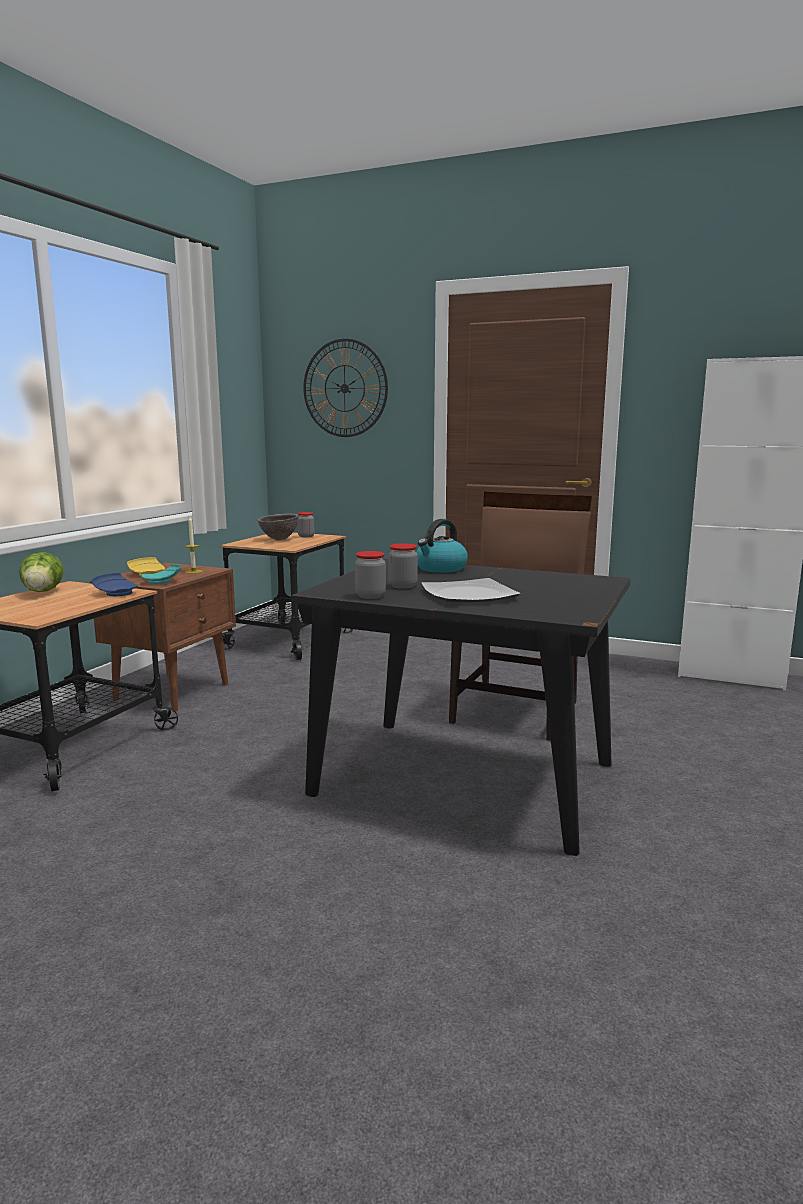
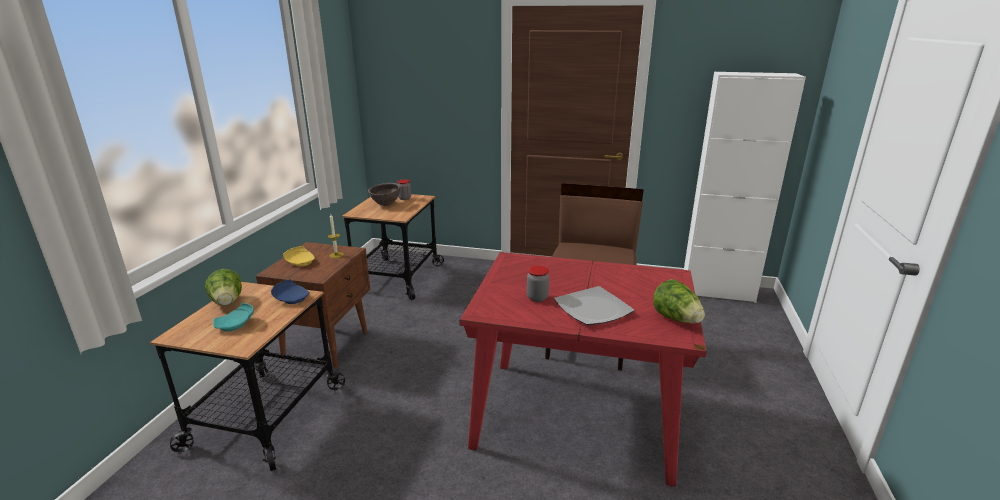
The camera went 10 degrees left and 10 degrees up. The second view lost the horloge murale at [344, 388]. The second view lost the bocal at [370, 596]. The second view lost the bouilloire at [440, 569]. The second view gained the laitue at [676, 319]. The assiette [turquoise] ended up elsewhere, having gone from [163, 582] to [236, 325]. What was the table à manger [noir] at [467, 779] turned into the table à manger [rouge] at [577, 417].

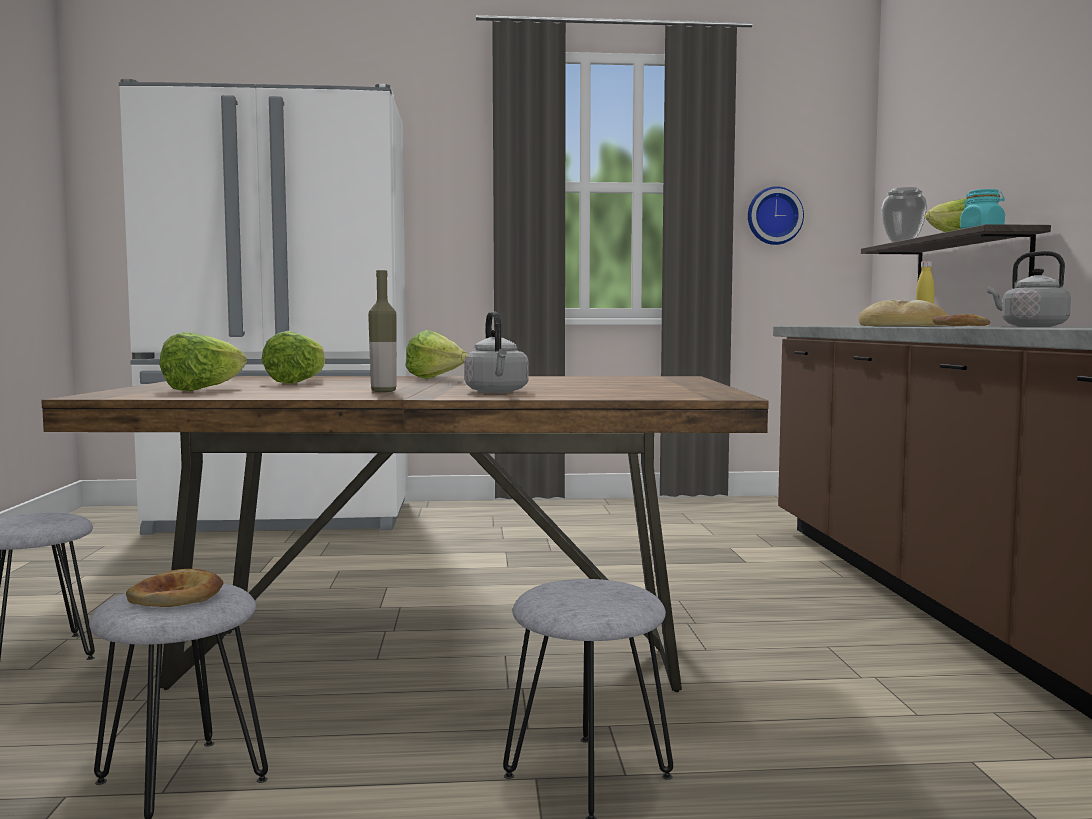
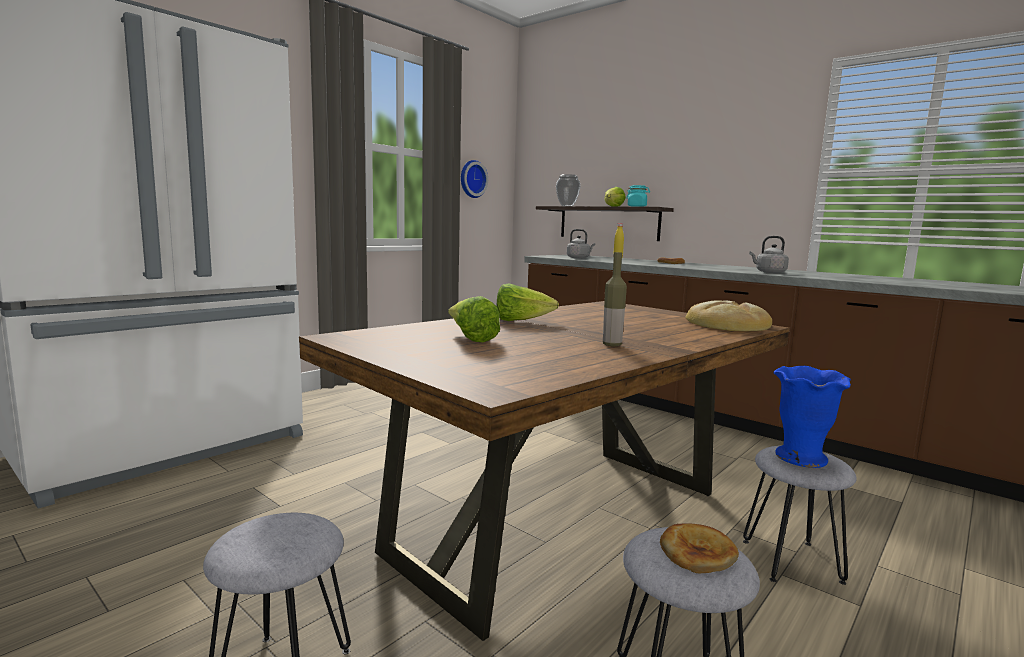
The camera went 45 degrees left and 5 degrees up. The second view lost the laitue at [204, 389]. The second view gained the vase [bleu] at [801, 458]. The bouilloire [gris] ended up elsewhere, having gone from [497, 392] to [579, 258]. The pain ended up elsewhere, having gone from [901, 325] to [727, 325].

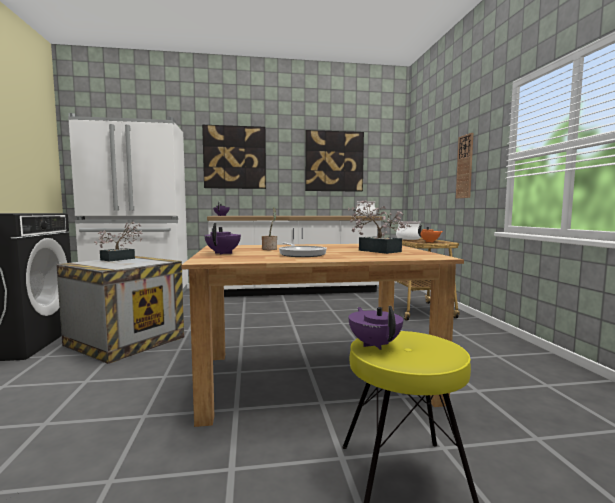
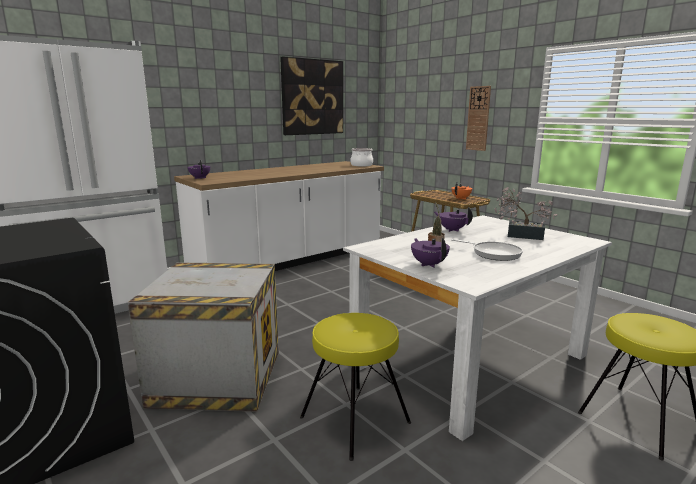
The camera went 30 degrees left and 10 degrees up. The second view lost the plante en pot at [121, 259]. The second view lost the tableau at [234, 157]. The second view lost the marmite at [408, 239]. The second view gained the tabouret [jaune] at [354, 420]. The théière [violet] ended up elsewhere, having gone from [375, 344] to [452, 230]. What was the table à manger [marron] at [314, 376] turned into the table à manger [blanc] at [470, 359].

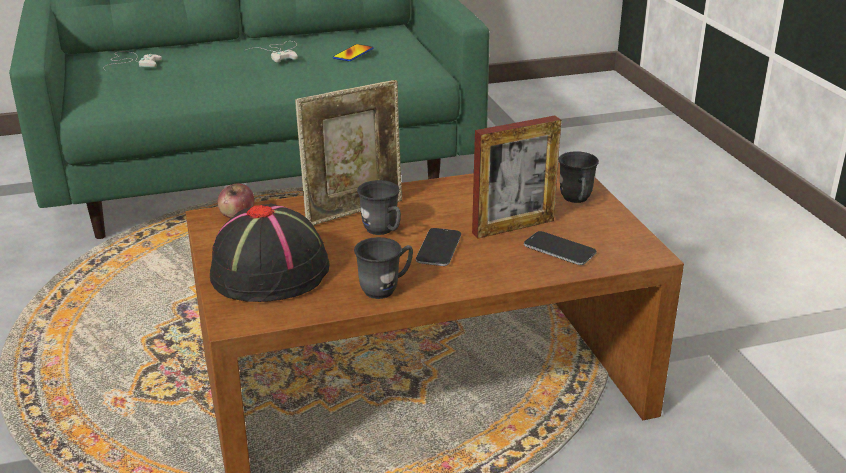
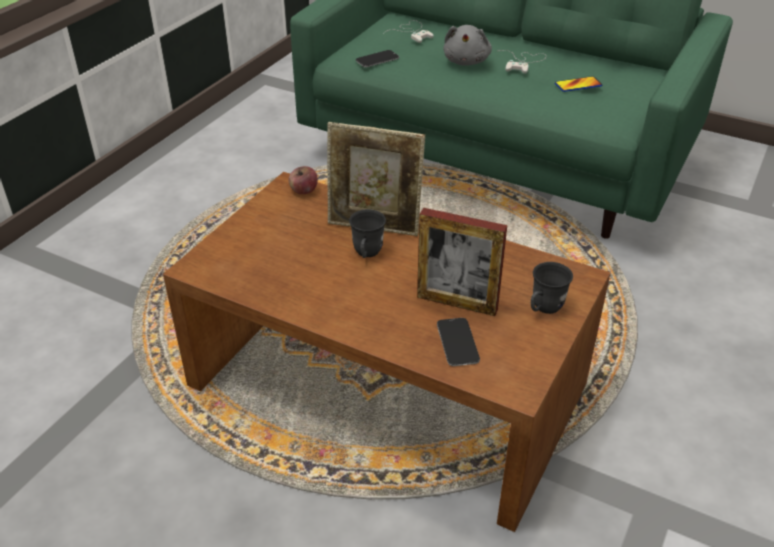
The camera went 45 degrees right and 10 degrees up. The second view lost the chapeau [noir] at [270, 271]. The second view lost the mug [gris] at [386, 288]. The second view gained the peluche [gris] at [466, 61]. The téléphone ended up elsewhere, having gone from [438, 248] to [377, 60].

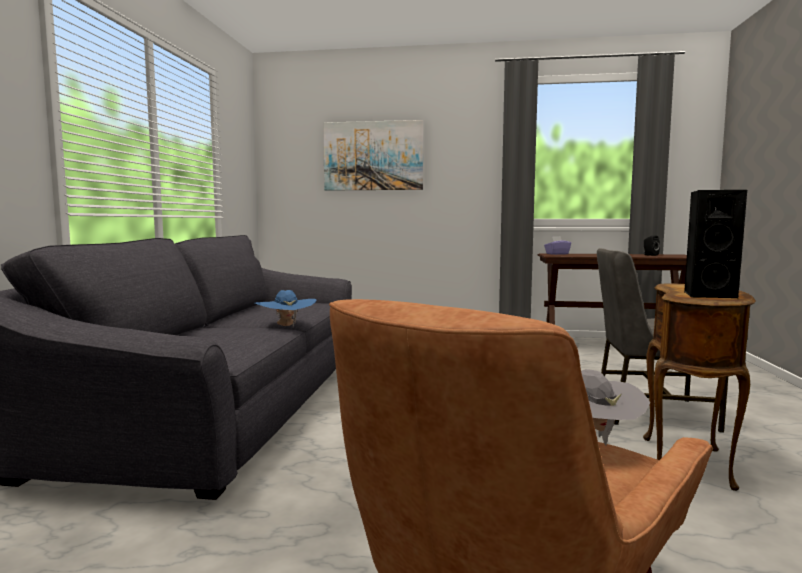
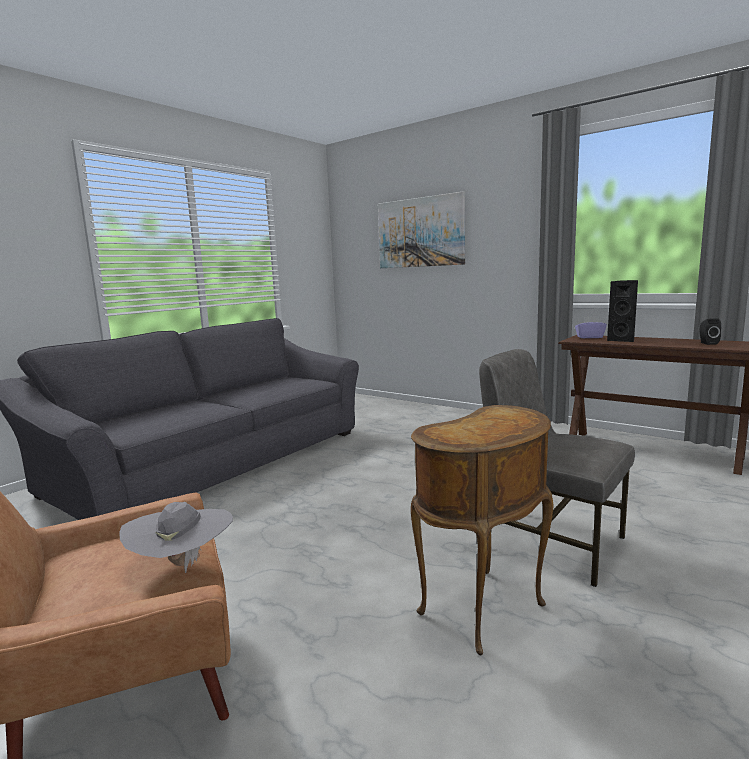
The camera went 30 degrees right and 5 degrees up. The second view lost the chapeau [bleu] at [286, 326]. The enceinte [noir] ended up elsewhere, having gone from [707, 295] to [623, 340].

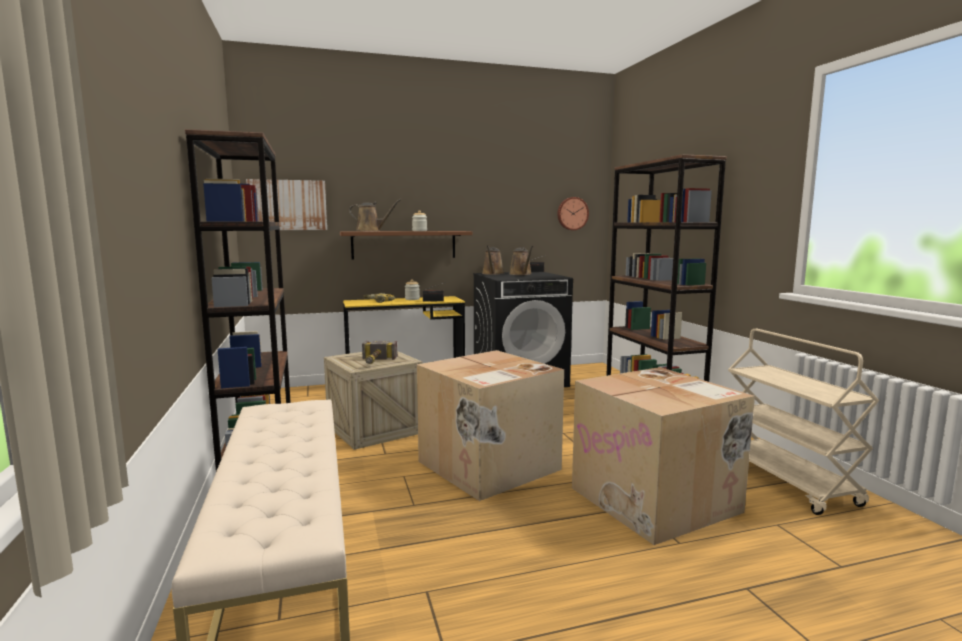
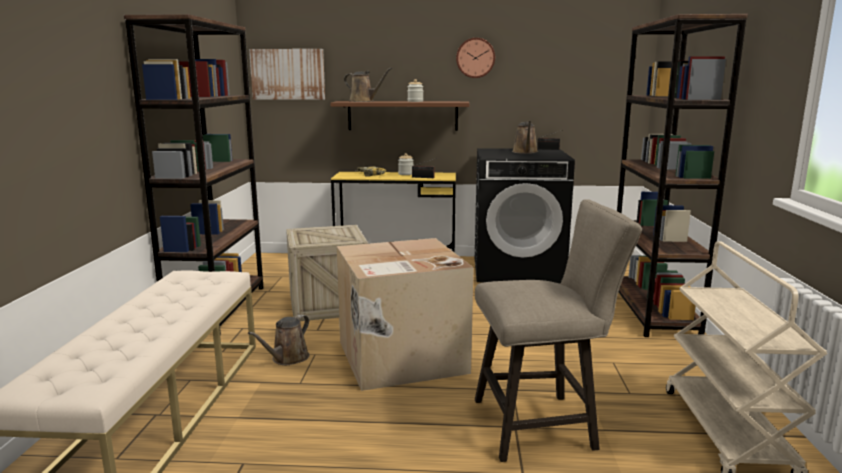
The camera went 20 degrees right and 5 degrees up. The second view lost the marteau at [375, 362]. The arrosoir [marron] ended up elsewhere, having gone from [492, 274] to [287, 359]. The horloge murale ended up elsewhere, having gone from [572, 213] to [475, 58]. Where the carton stood at [657, 500], the tabouret [beige] came to stand at [543, 424].

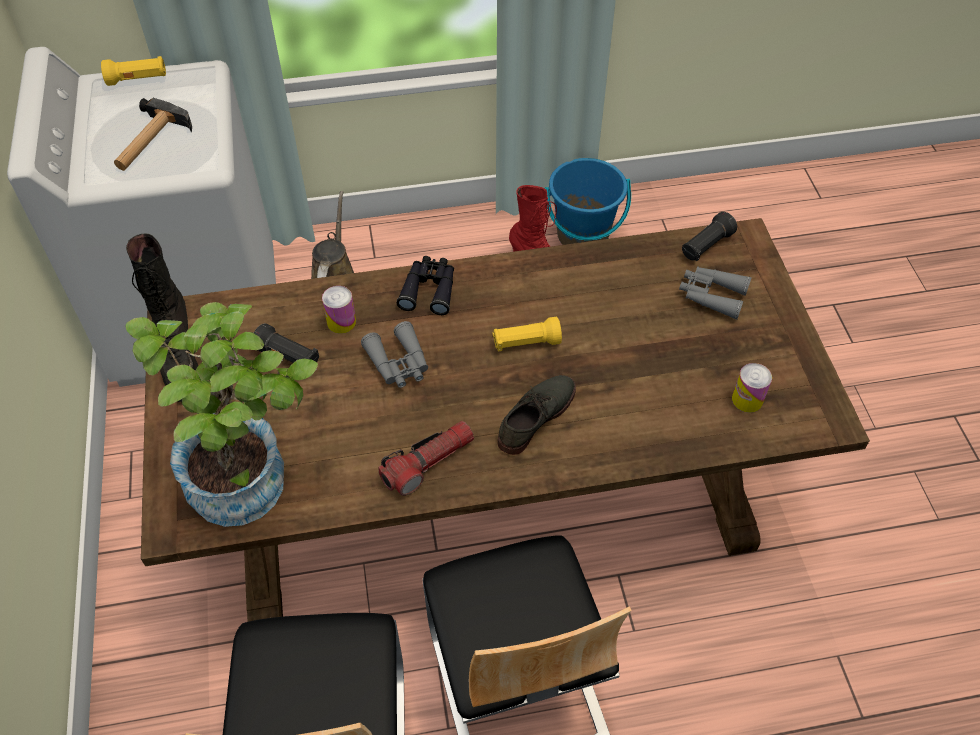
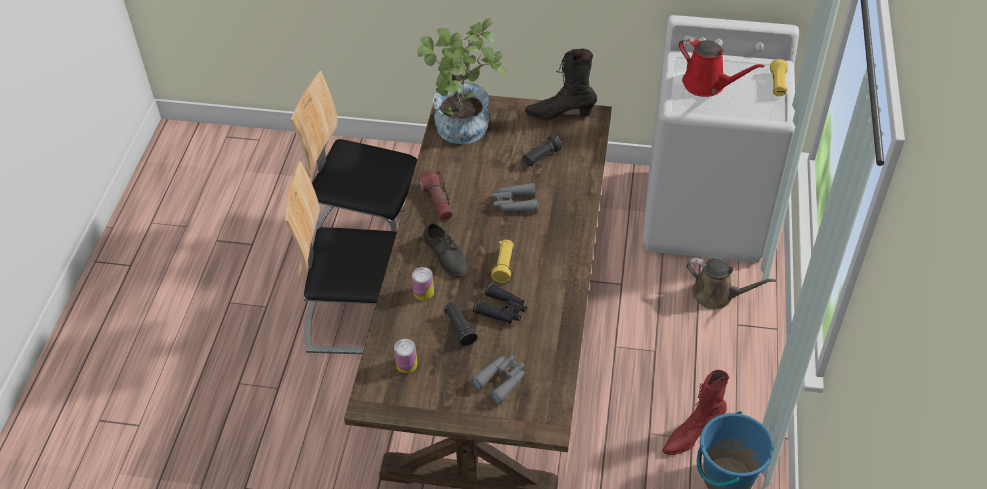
The camera went 110 degrees right and 5 degrees down. The boîte métallique ended up elsewhere, having gone from [341, 322] to [423, 292]. The jumelles [noir] ended up elsewhere, having gone from [429, 289] to [502, 310]. The lampe de poche [noir] ended up elsewhere, having gone from [705, 246] to [460, 329]. Where the marteau stood at [149, 142], the arrosoir [rouge] came to stand at [707, 85].

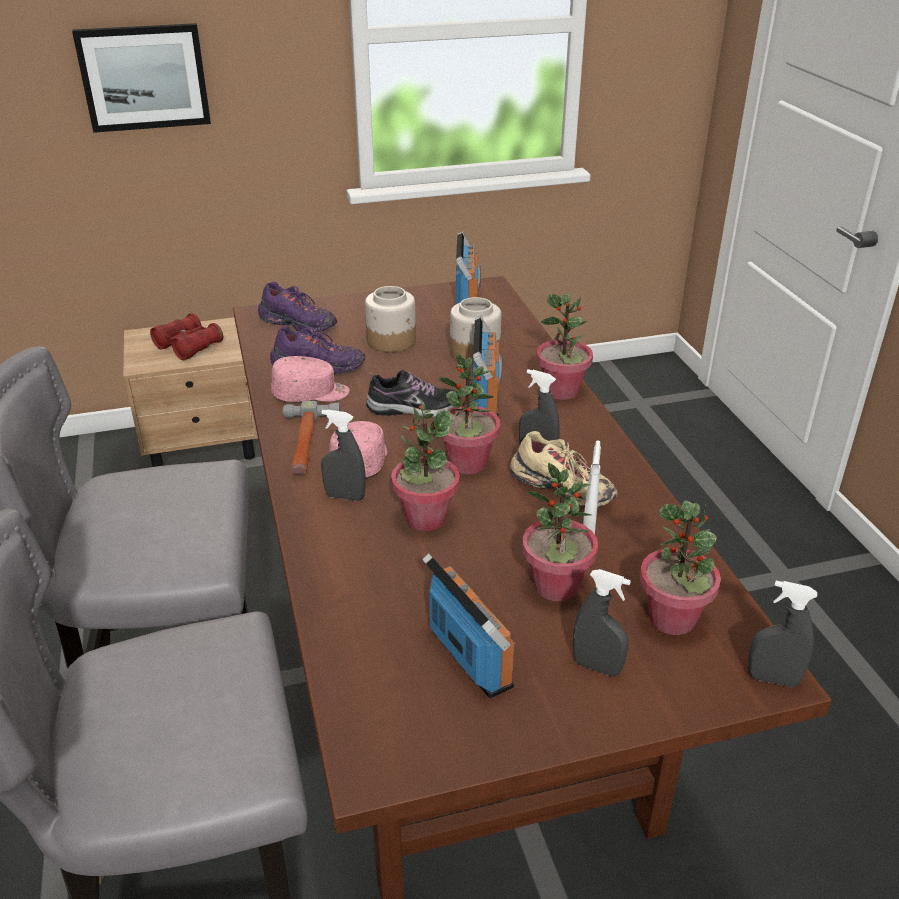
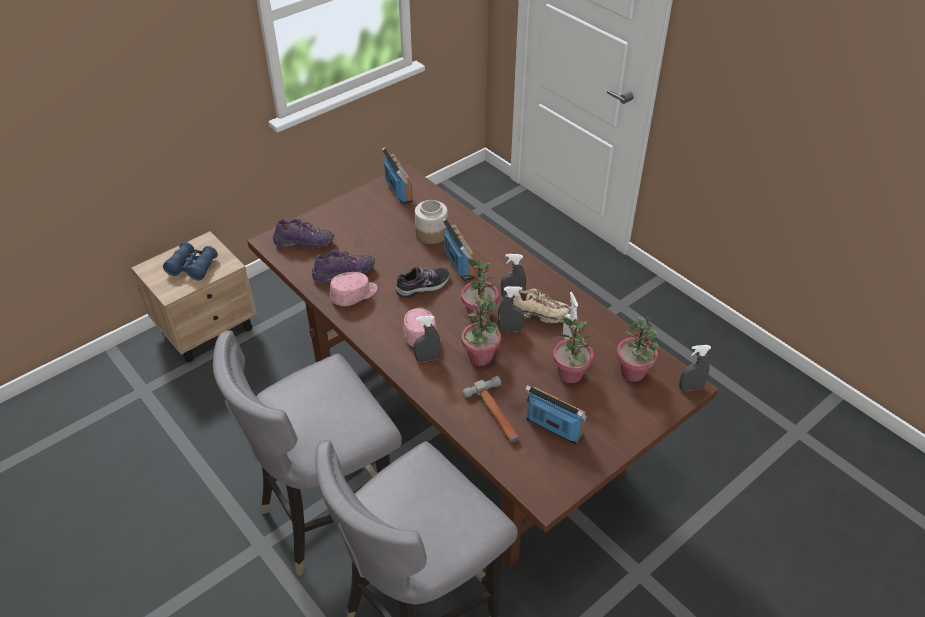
The camera went 25 degrees left and 10 degrees up. The second view lost the tableau at [144, 77]. The second view lost the bocal at [392, 341]. The second view lost the plante en pot at [562, 391]. The marteau ended up elsewhere, having gone from [307, 444] to [496, 414]. The vaporisateur [gris] ended up elsewhere, having gone from [597, 666] to [510, 329]. What was the jumelles [rouge] at [188, 346] turned into the jumelles [bleu] at [192, 267].

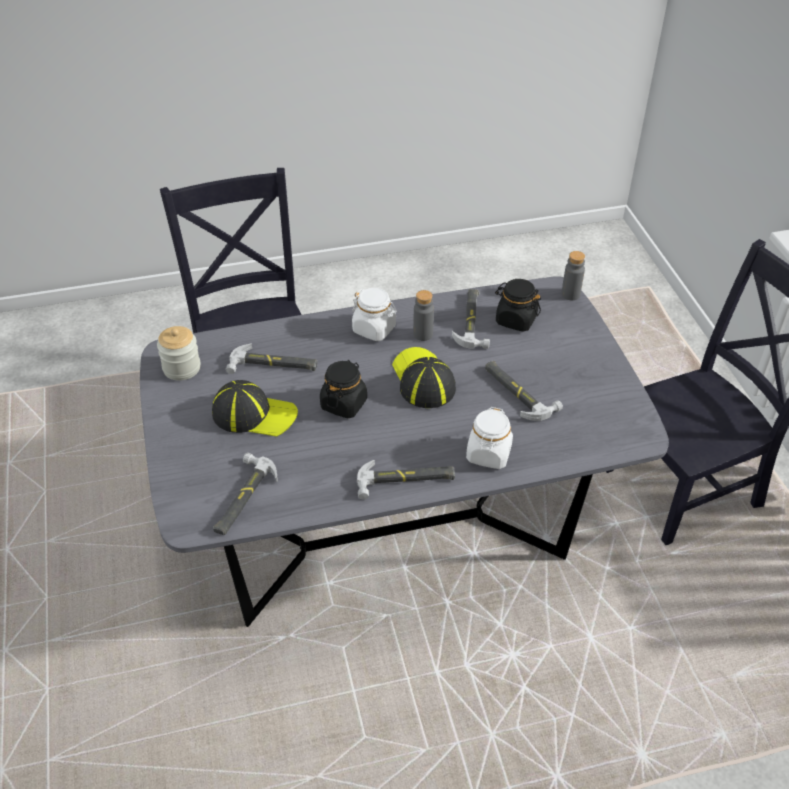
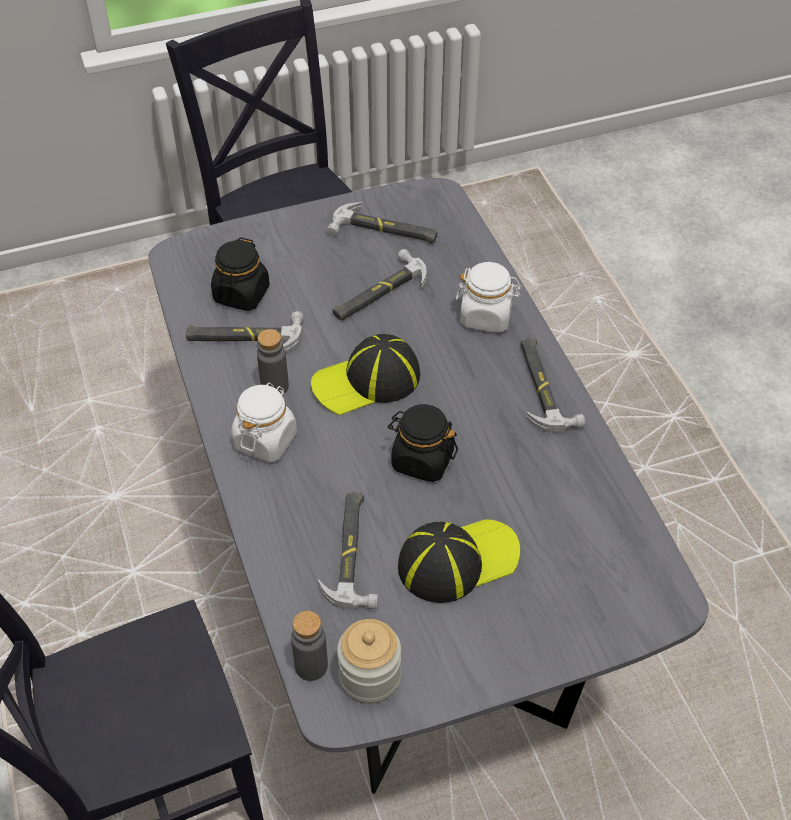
The camera went 95 degrees left and 5 degrees up. The marteau ended up elsewhere, having gone from [242, 498] to [384, 231]. The bouteille [gris] ended up elsewhere, having gone from [570, 294] to [311, 666]. The casquette at [254, 414] ended up facing another way, 60 degrees clockwise from before.

